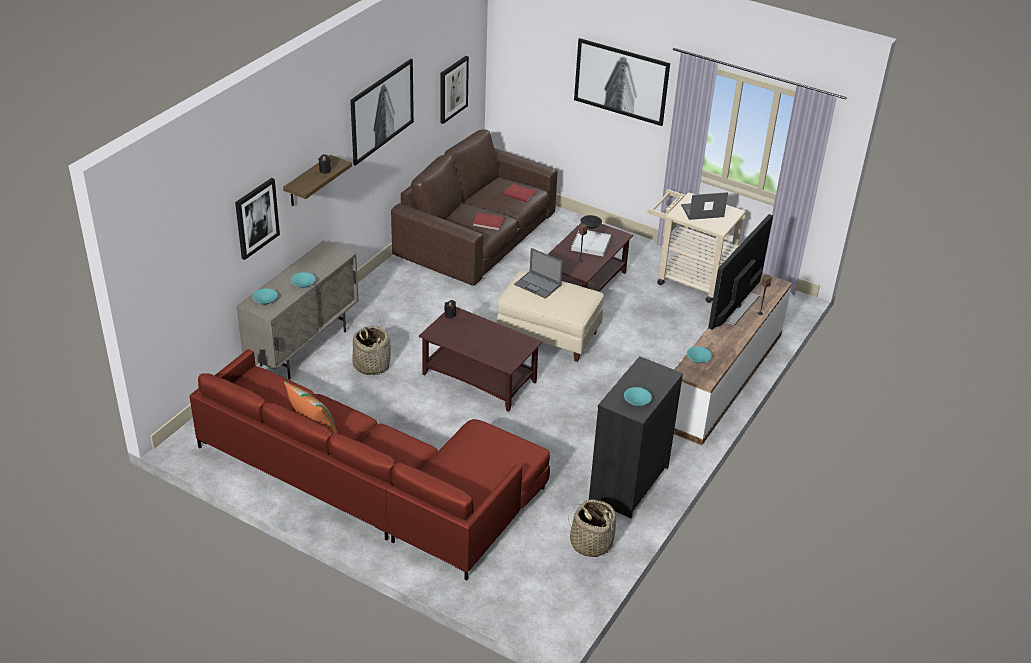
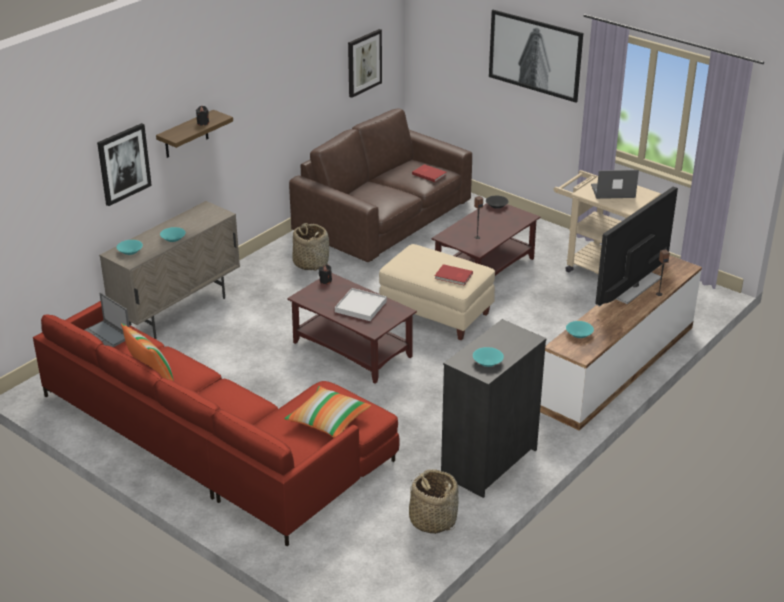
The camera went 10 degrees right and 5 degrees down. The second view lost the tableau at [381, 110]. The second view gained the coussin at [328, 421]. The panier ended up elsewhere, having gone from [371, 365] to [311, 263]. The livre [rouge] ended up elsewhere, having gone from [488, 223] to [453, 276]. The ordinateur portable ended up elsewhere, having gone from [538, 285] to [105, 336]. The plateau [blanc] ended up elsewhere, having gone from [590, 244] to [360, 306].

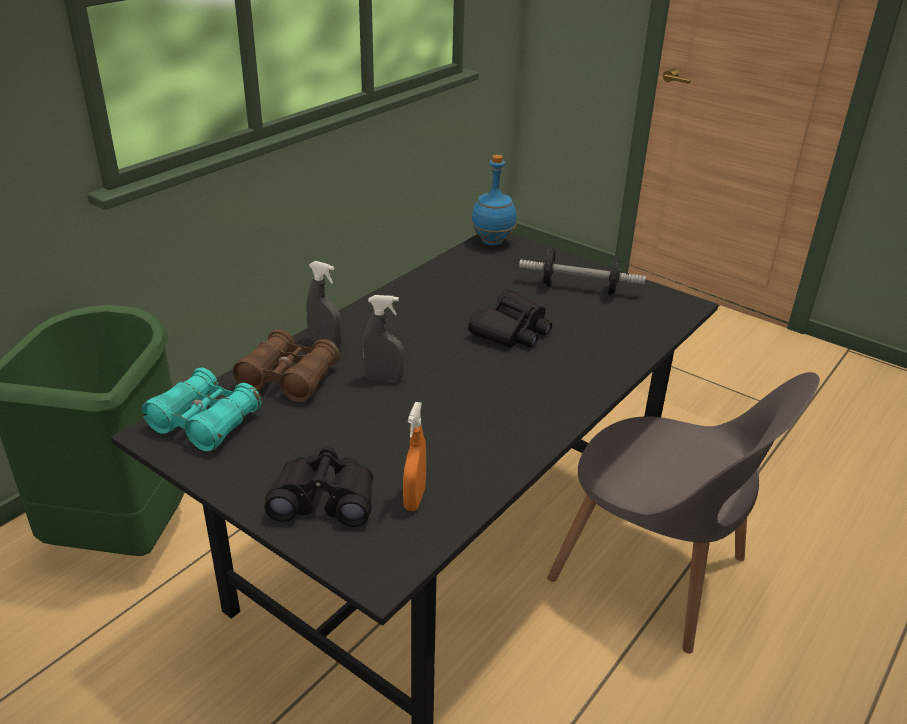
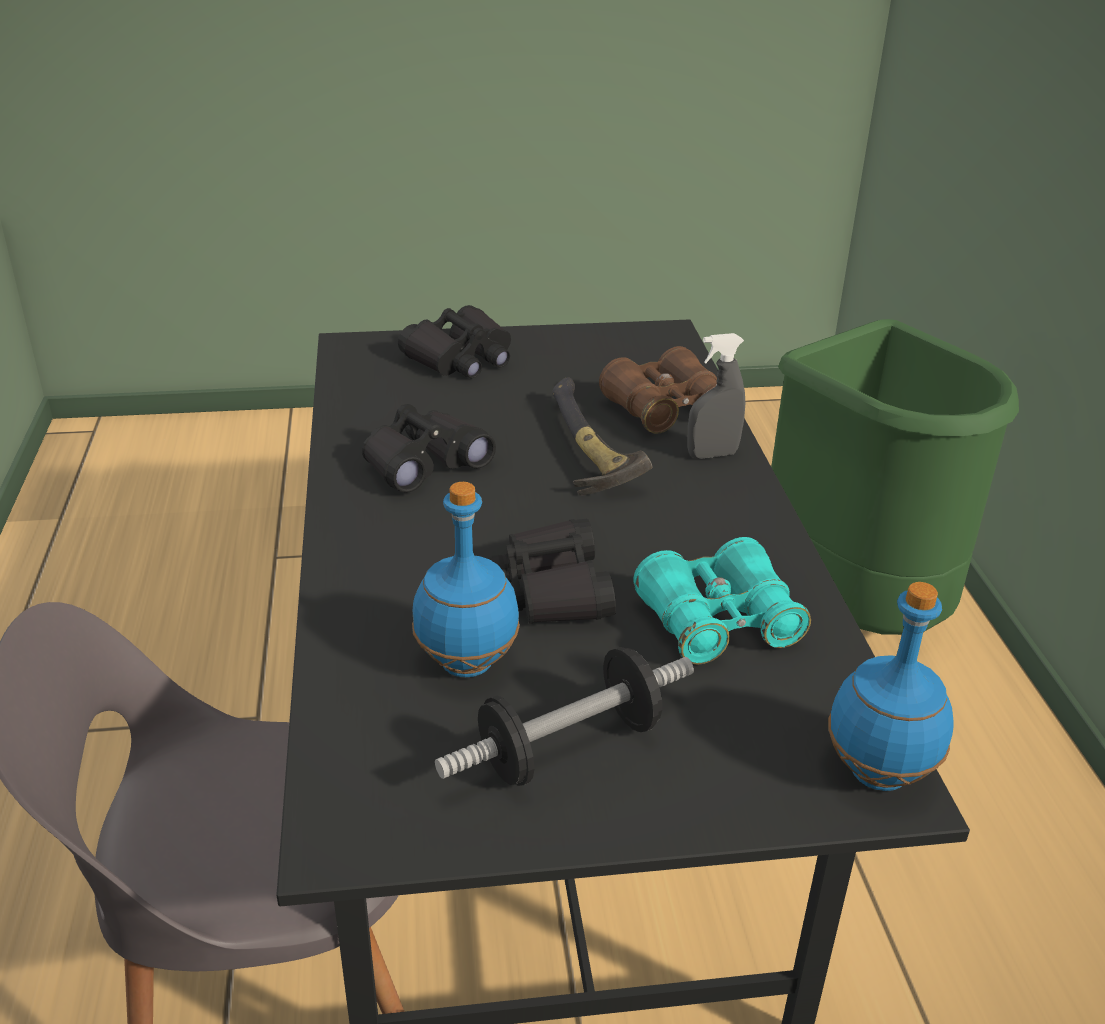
The camera went 135 degrees right and 0 degrees up. The second view lost the vaporisateur [orange] at [414, 498]. The second view gained the jumelles [noir] at [423, 463]. The second view gained the bouteille [bleu] at [467, 662]. The jumelles [turquoise] ended up elsewhere, having gone from [205, 422] to [718, 622]. Where the vaporisateur [gris] stood at [383, 379], the marteau came to stand at [584, 453].

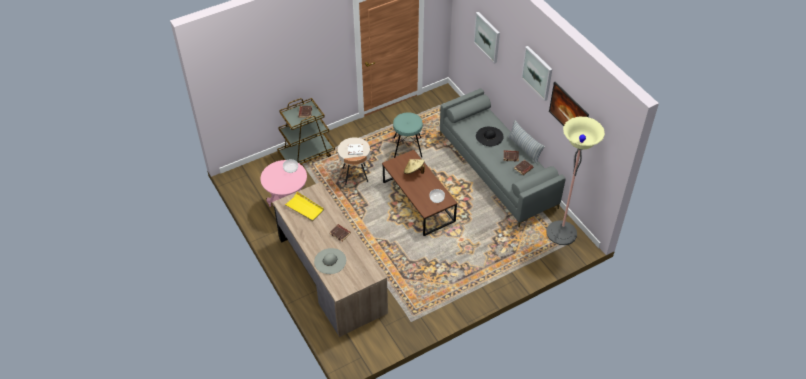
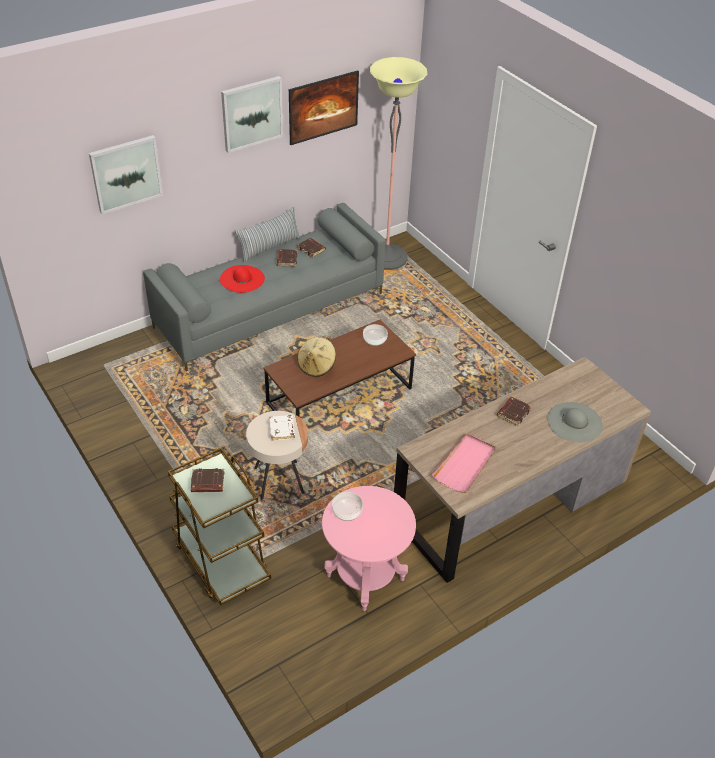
The camera went 95 degrees left and 5 degrees down. The second view lost the tabouret [turquoise] at [407, 147]. What was the plateau [jaune] at [304, 208] turned into the plateau [rose] at [465, 465]. What was the chapeau [noir] at [489, 136] turned into the chapeau [rouge] at [242, 279].

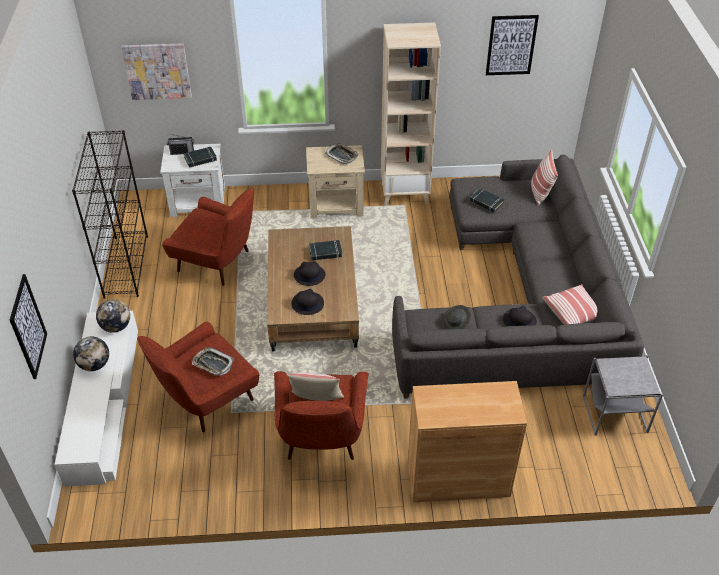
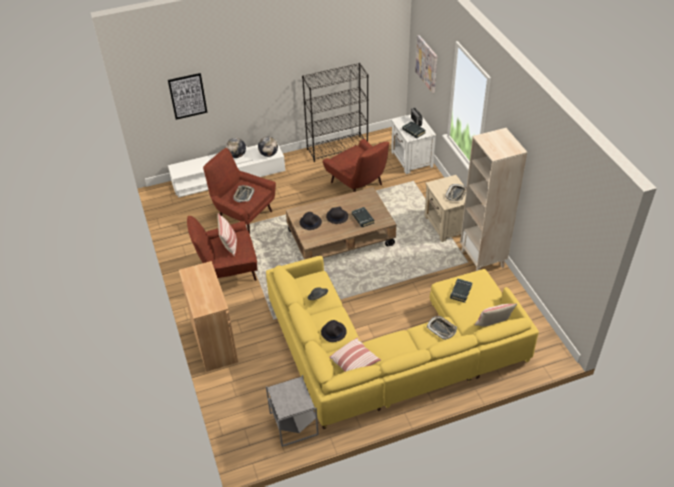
The camera went 75 degrees right and 0 degrees up. The second view lost the tableau at [511, 45]. The second view gained the plateau at [441, 329]. What was the canapé [gris] at [521, 300] turned into the canapé [jaune] at [391, 351]. The fauteuil [rouge] at [218, 262] ended up facing another way, 45 degrees counterclockwise from before.

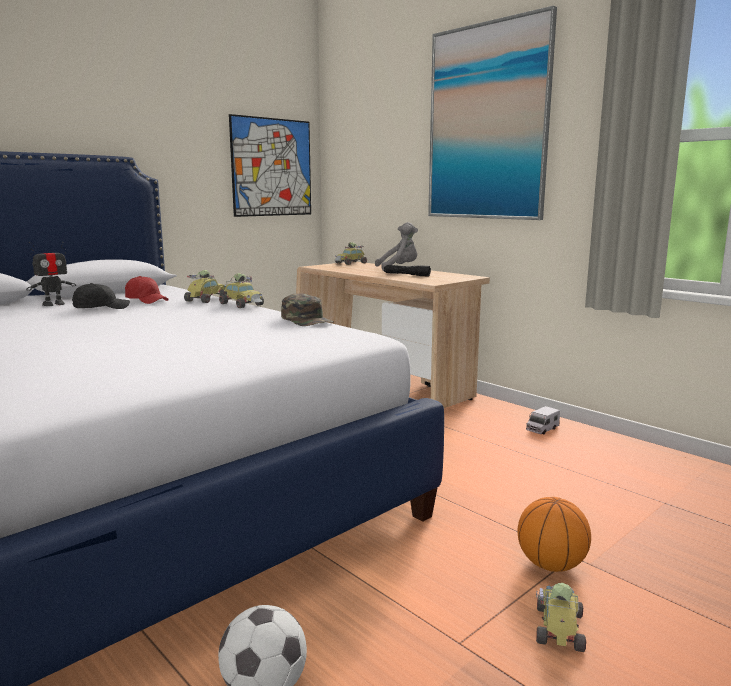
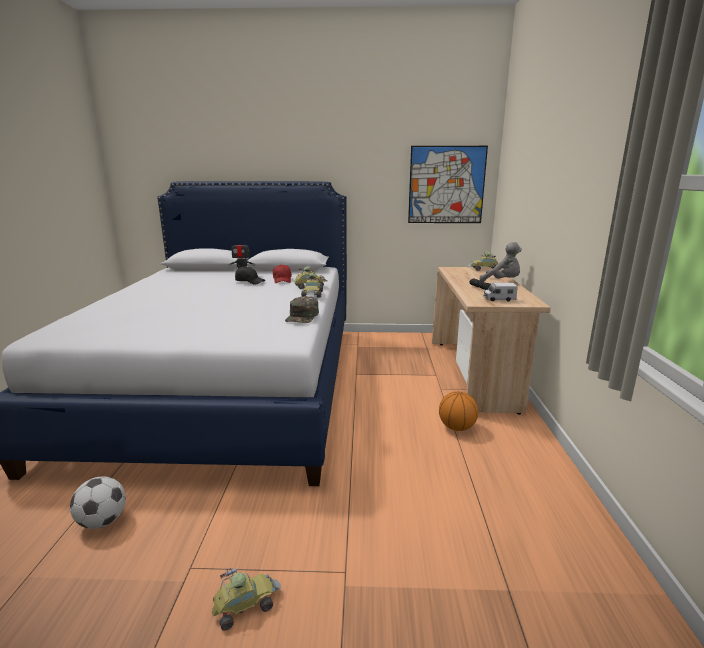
The camera went 45 degrees right and 5 degrees up. The second view lost the tableau at [487, 123]. The ballon de basket ended up elsewhere, having gone from [551, 565] to [456, 427]. The camion jouet ended up elsewhere, having gone from [542, 429] to [499, 299].

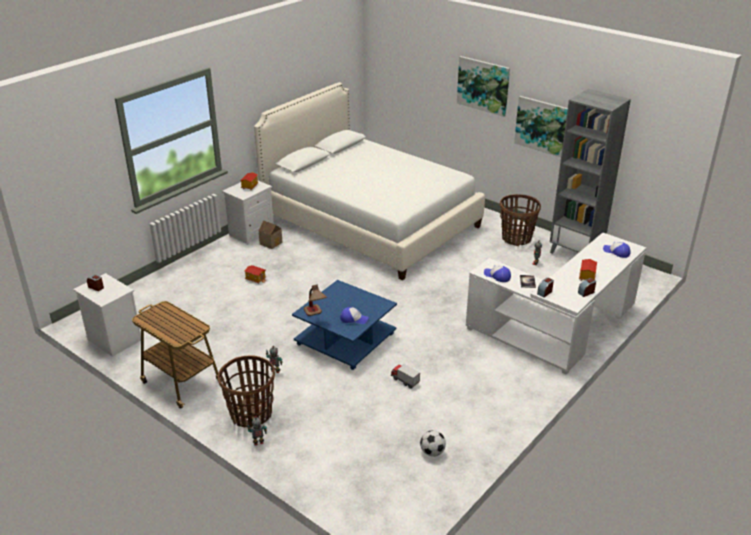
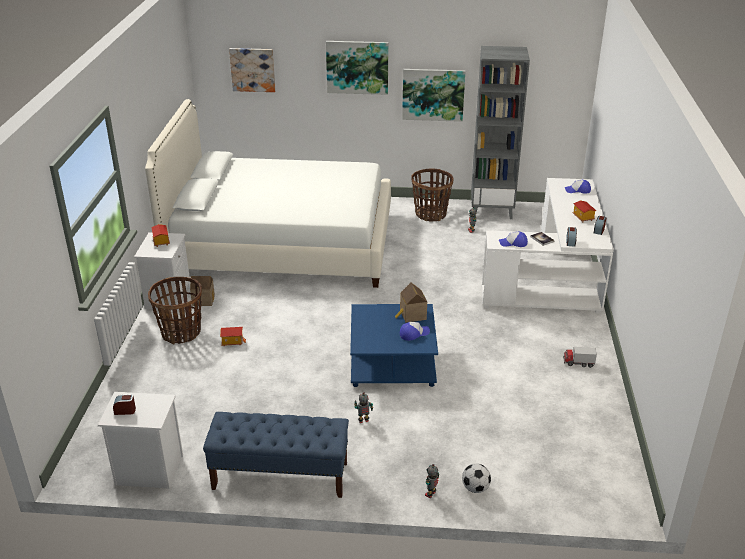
The camera went 35 degrees left and 0 degrees up. The second view lost the lampe de table at [315, 316]. The second view gained the tableau at [252, 69]. The second view gained the maison miniature at [411, 315]. The panier ended up elsewhere, having gone from [251, 414] to [181, 333]. The camion jouet ended up elsewhere, having gone from [405, 381] to [578, 363]. The ballon de foot ended up elsewhere, having gone from [432, 452] to [475, 488]. Where the chariot stood at [180, 381], the banc [bleu] came to stand at [280, 476].

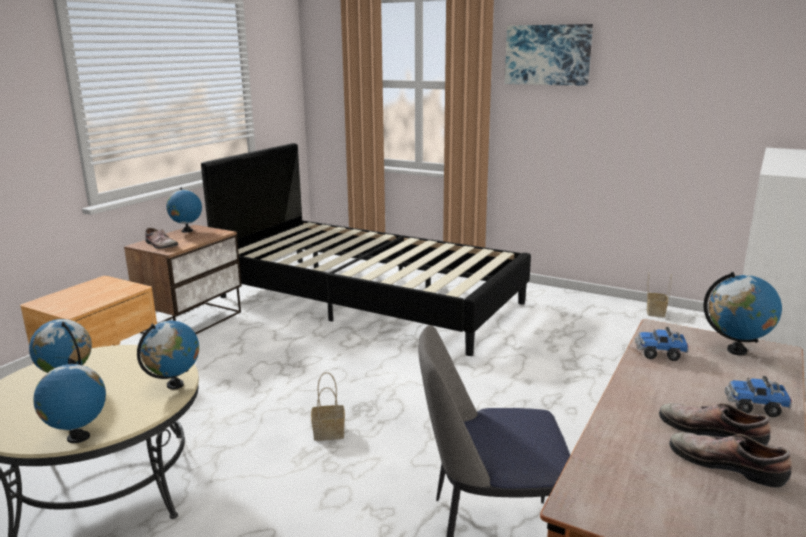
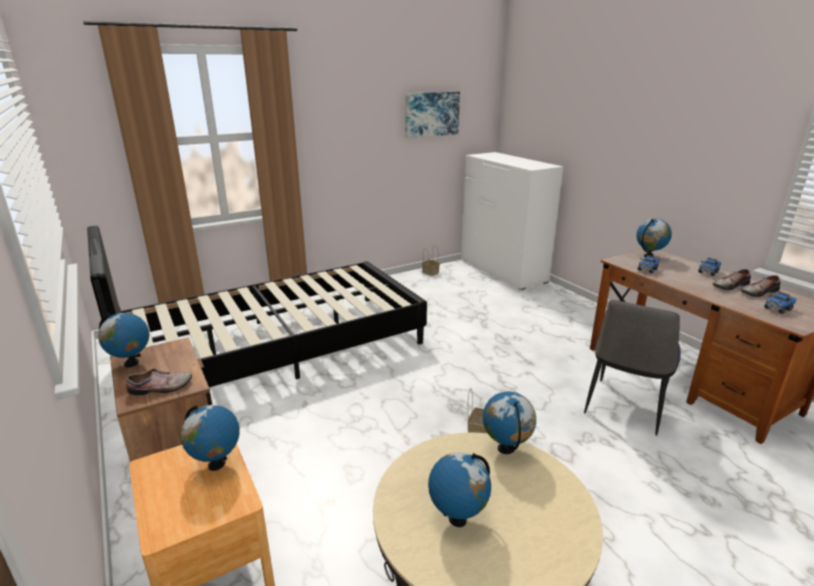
The camera went 60 degrees left and 5 degrees up. The second view gained the camion jouet at [778, 309]. The globe ended up elsewhere, having gone from [78, 437] to [216, 464]. The tableau ended up elsewhere, having gone from [548, 55] to [431, 114].

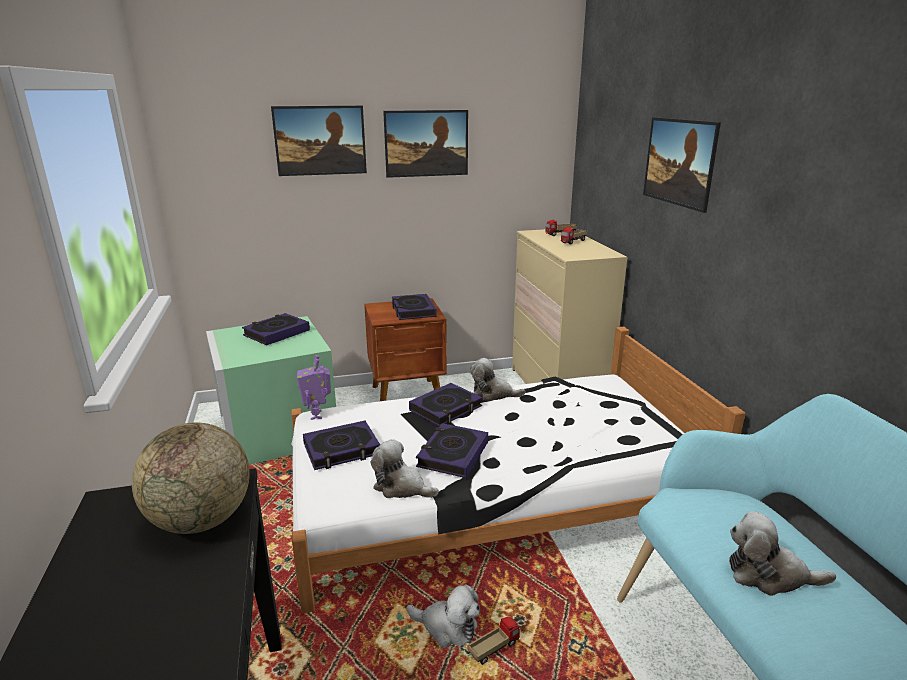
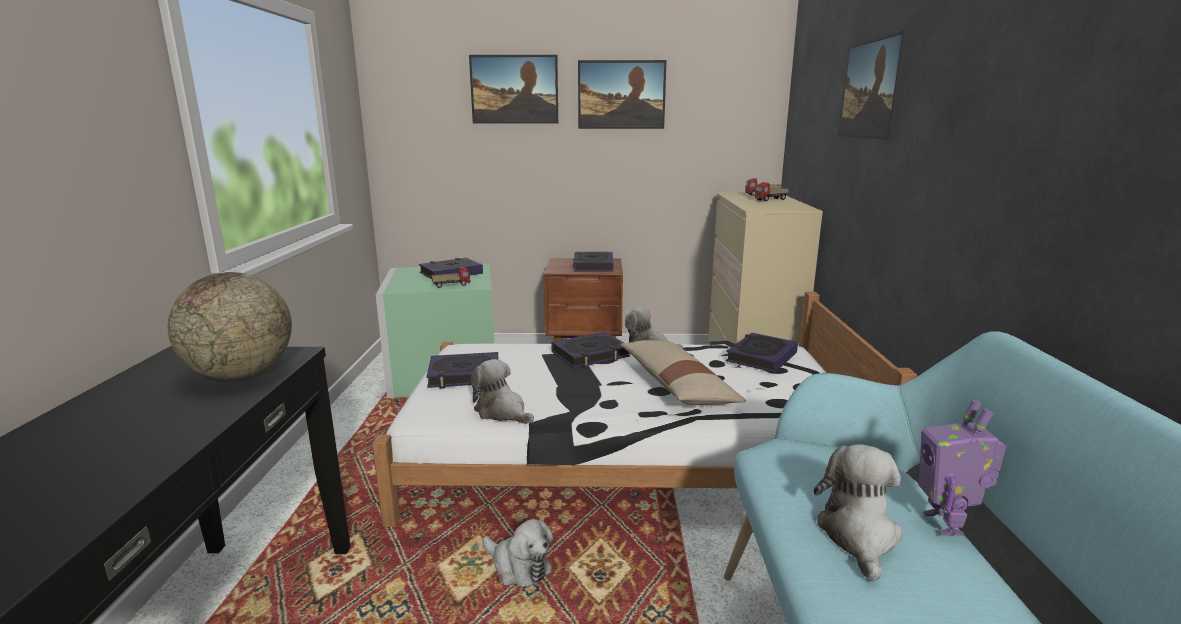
The camera went 15 degrees right and 5 degrees down. The second view gained the coussin [beige] at [677, 386]. The robot jouet ended up elsewhere, having gone from [317, 414] to [945, 524]. The livre ended up elsewhere, having gone from [452, 454] to [761, 357]. The camion jouet ended up elsewhere, having gone from [494, 648] to [451, 285]. The peluche at [769, 575] ended up facing another way, 75 degrees clockwise from before.

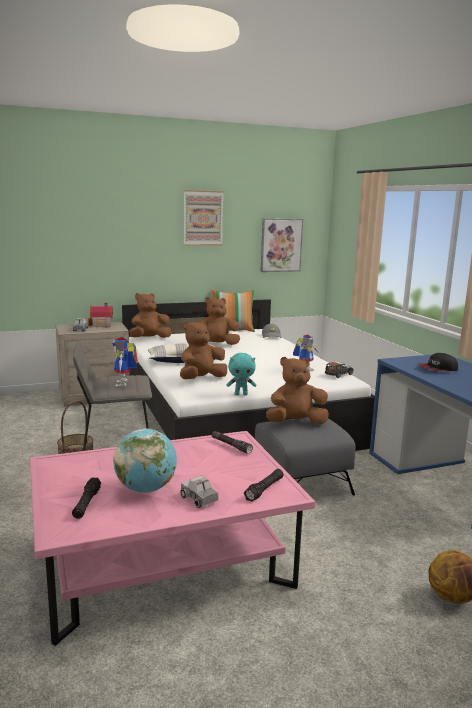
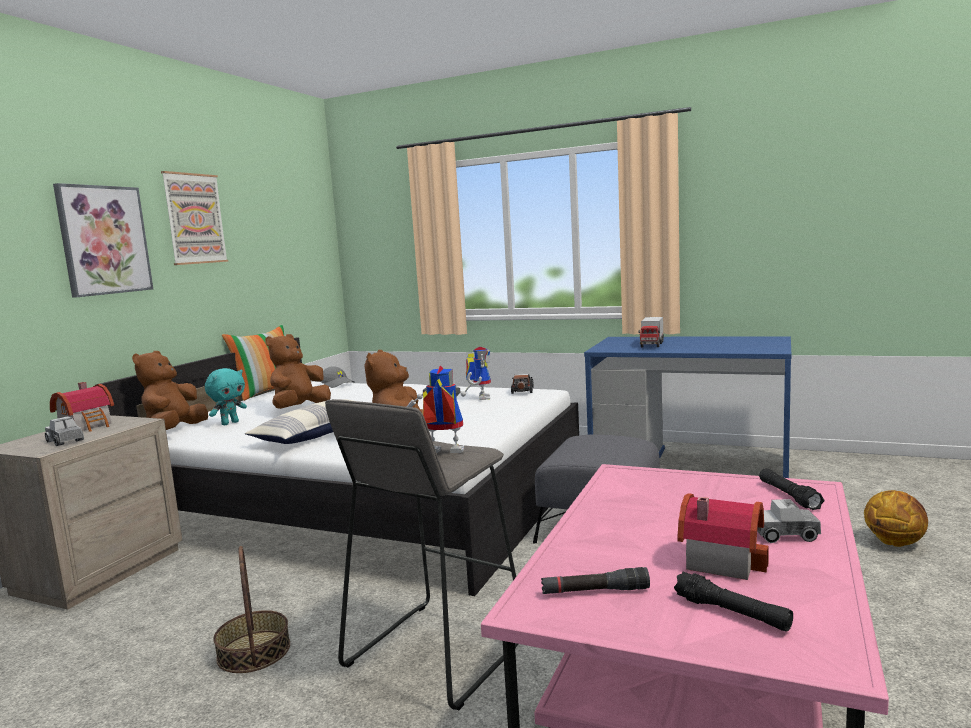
The camera went 45 degrees left and 5 degrees down. The second view lost the peluche [marron] at [296, 423]. The lampe de poche [noir] ended up elsewhere, having gone from [231, 445] to [595, 591]. The peluche [turquoise] ended up elsewhere, having gone from [241, 394] to [230, 423]. The tableau ended up elsewhere, having gone from [281, 245] to [104, 240]. Where the globe stood at [146, 489], the maison miniature came to stand at [720, 559]. Where the casquette stood at [437, 369], the camion jouet came to stand at [651, 345]. The robot jouet at [125, 385] ended up facing another way, 150 degrees clockwise from before.

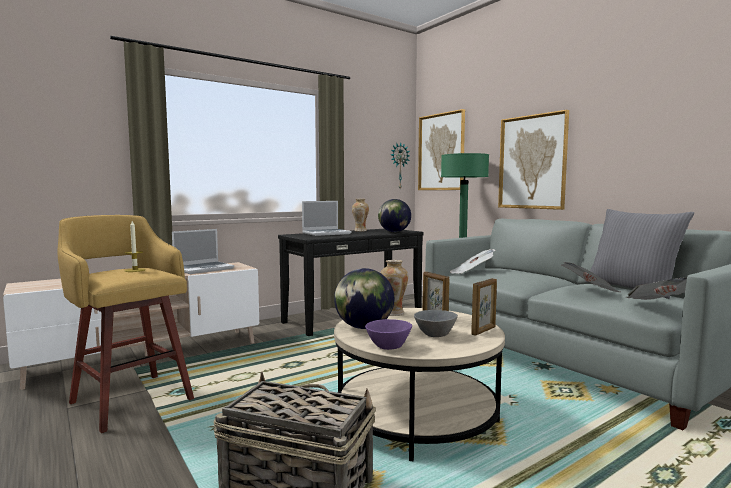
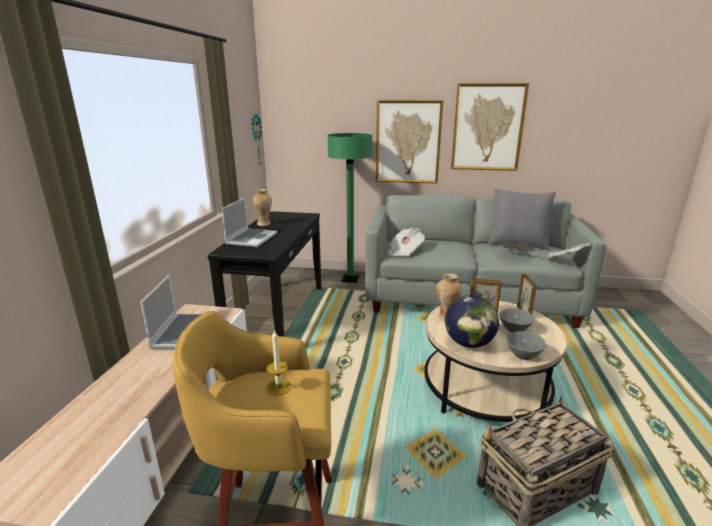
The camera went 45 degrees left and 15 degrees up. The second view lost the globe at [394, 232]. The tableau ended up elsewhere, having gone from [441, 152] to [487, 127]. What was the bol [violet] at [388, 346] turned into the bol [gris] at [522, 355].

